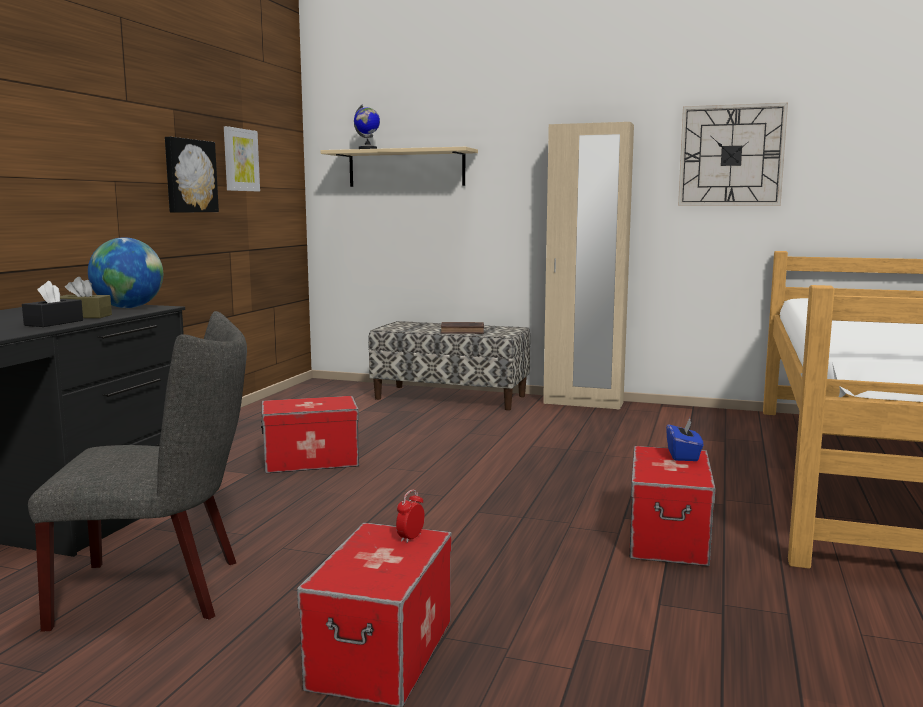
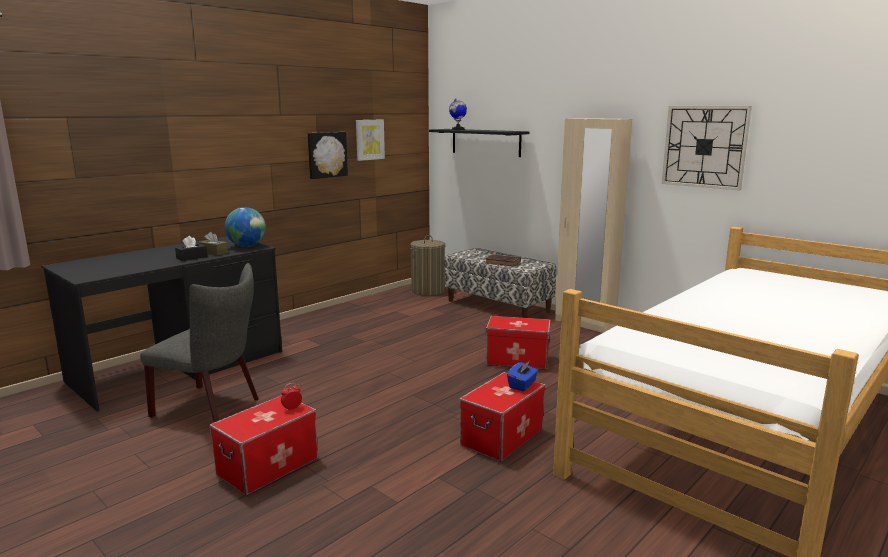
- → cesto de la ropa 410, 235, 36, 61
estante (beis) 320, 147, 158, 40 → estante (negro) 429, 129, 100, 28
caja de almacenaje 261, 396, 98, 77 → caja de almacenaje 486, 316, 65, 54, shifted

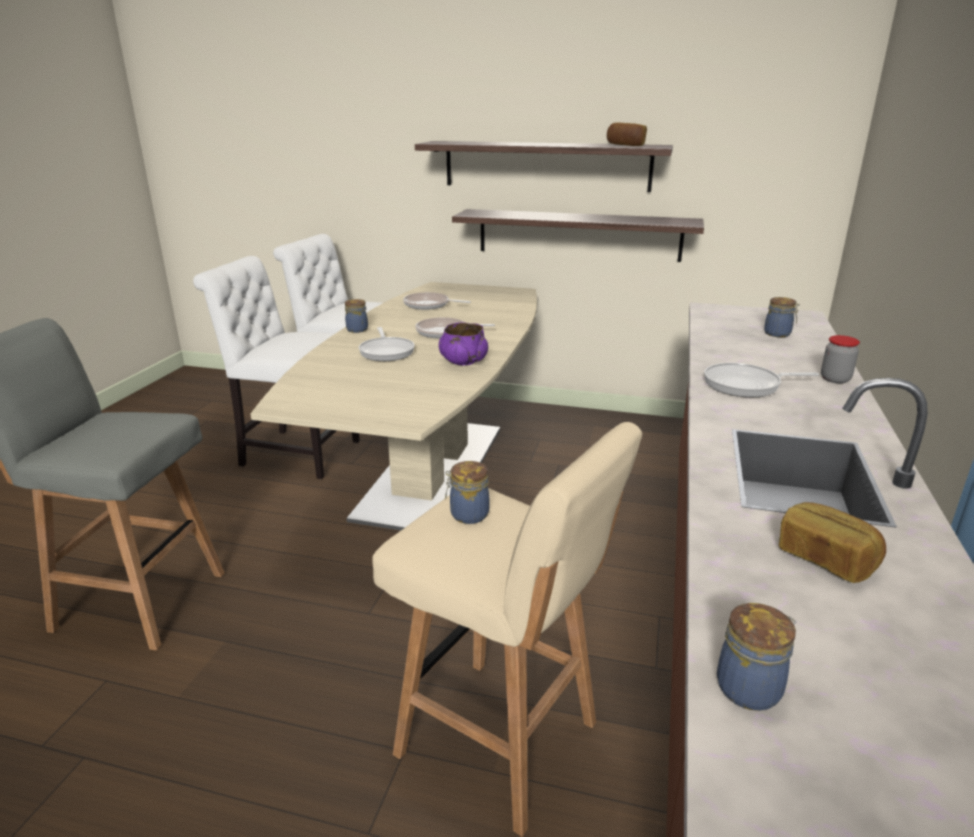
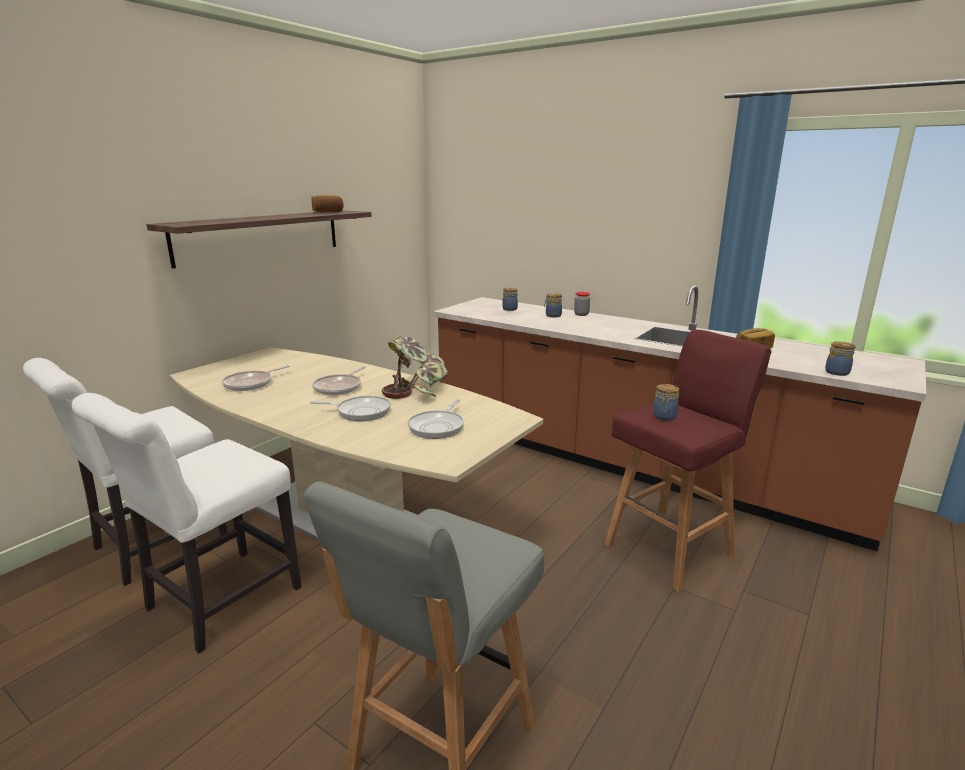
cuenco (morado) 439, 322, 49, 43 → planta en maceta 382, 336, 67, 63
sartén 704, 363, 115, 34 → sartén 408, 399, 56, 40, shifted
tarro 345, 299, 23, 34 → tarro 544, 293, 18, 24, shifted
taburete (beis) 372, 422, 270, 414 → taburete (rojo) 605, 329, 166, 263
estante 452, 209, 252, 53 → -

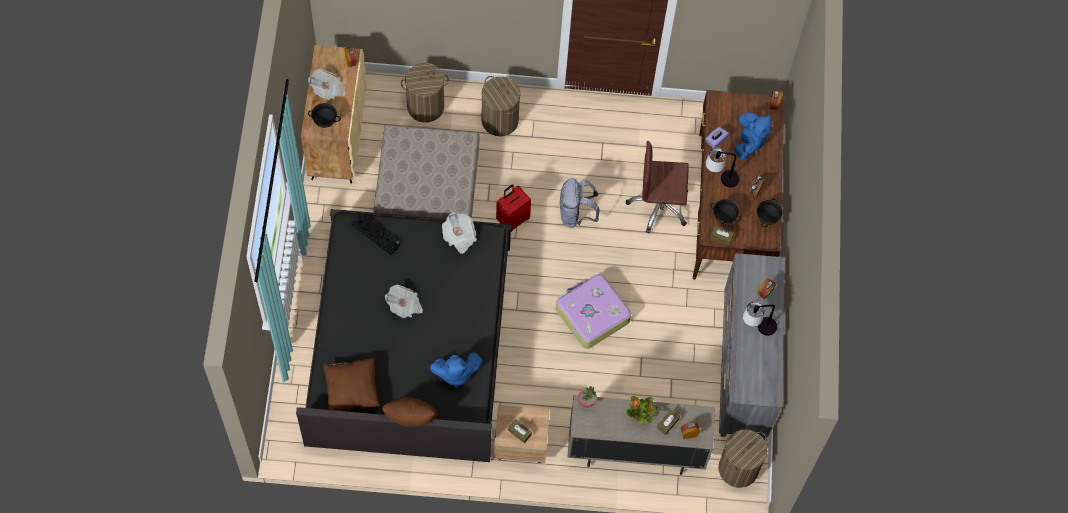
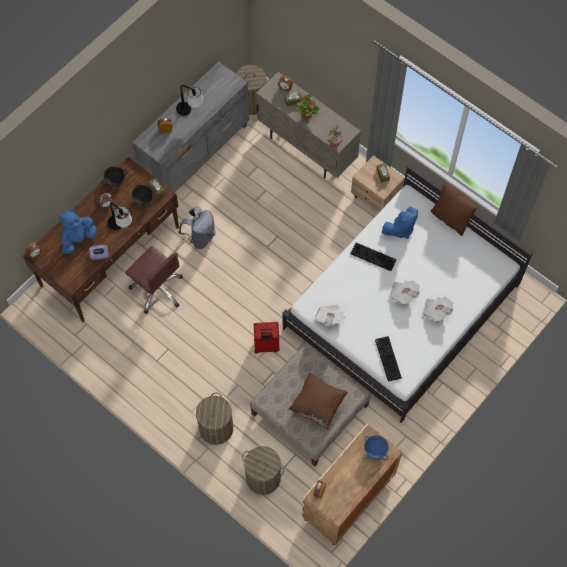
mochila (gris) 560, 178, 39, 50 → mochila (gris) 178, 206, 38, 43, shifted
cama (negro) 296, 209, 216, 253 → cama (blanco) 282, 163, 252, 260
cojín (marrón) 323, 358, 57, 53 → cojín (marrón) 288, 372, 60, 57, shifted
- → teclado 350, 243, 46, 28
cuenco (negro) 308, 103, 33, 25 → cuenco (azul) 364, 436, 24, 24
peluche (azul) 430, 352, 53, 36 → peluche (azul) 382, 207, 36, 32, 120 degrees clockwise
periódico 308, 69, 38, 31 → periódico 422, 297, 31, 24, shifted
maleta 556, 274, 75, 75 → -

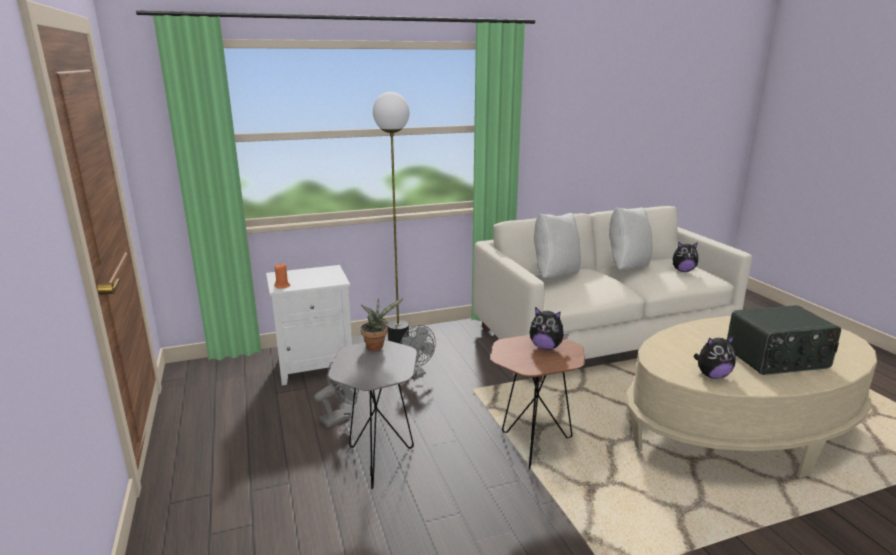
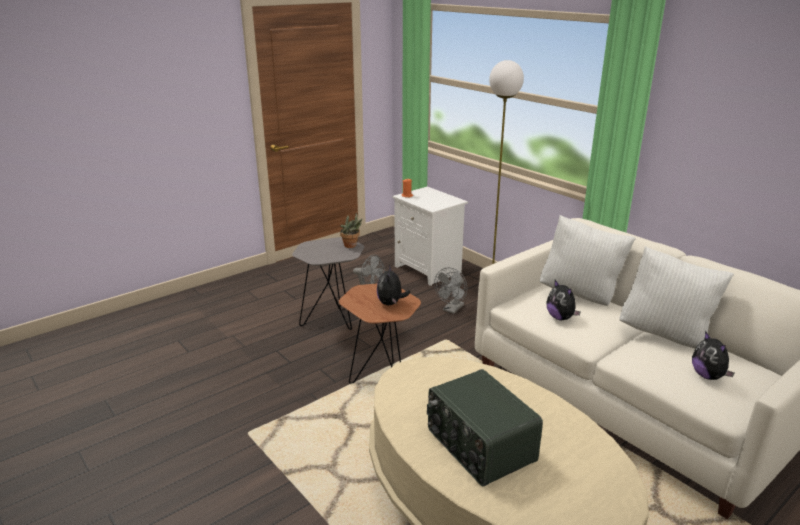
peluche 693, 336, 43, 43 → peluche 546, 280, 34, 40, shifted

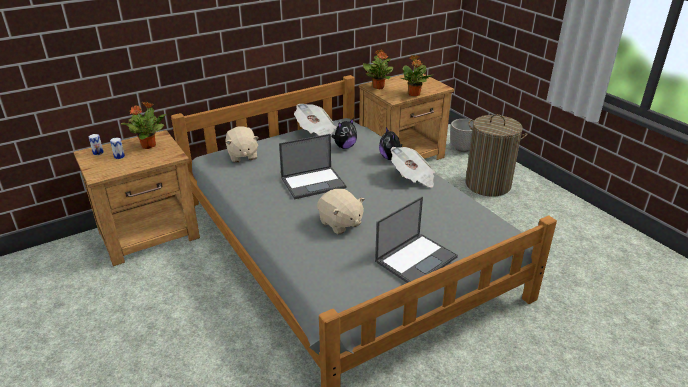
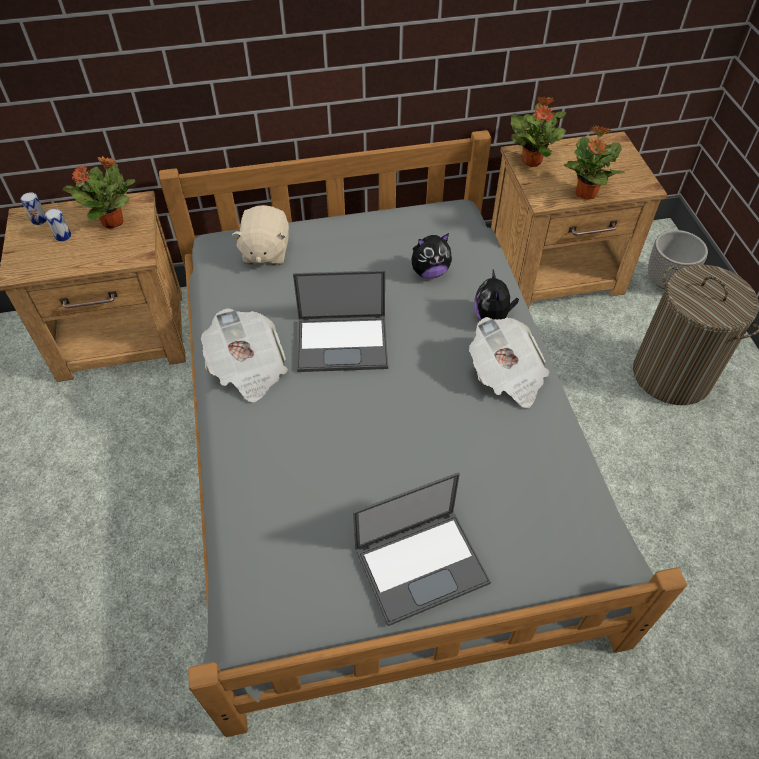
periódico 294, 104, 42, 32 → periódico 201, 308, 87, 94, shifted
peluche (beis) 317, 189, 48, 45 → -

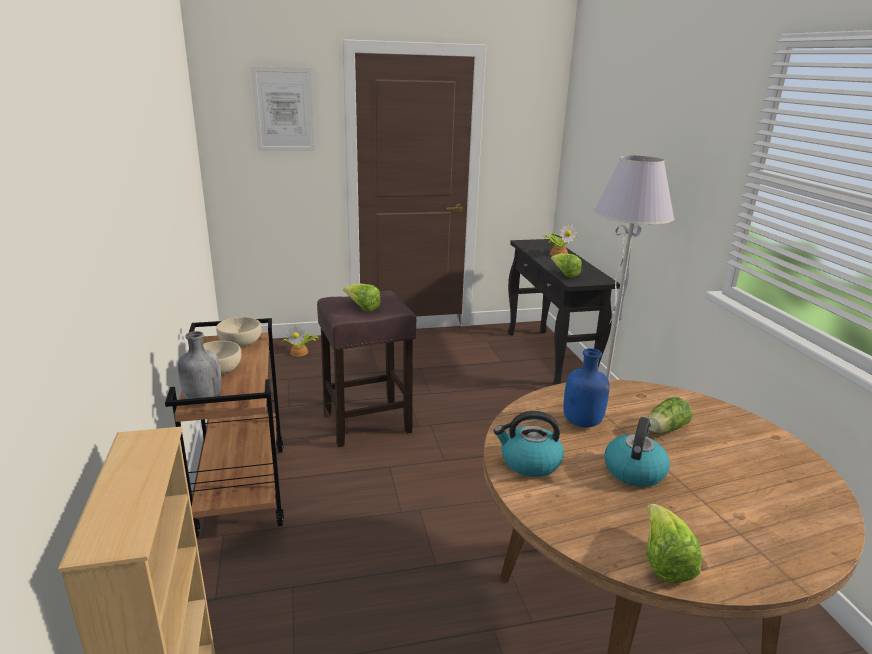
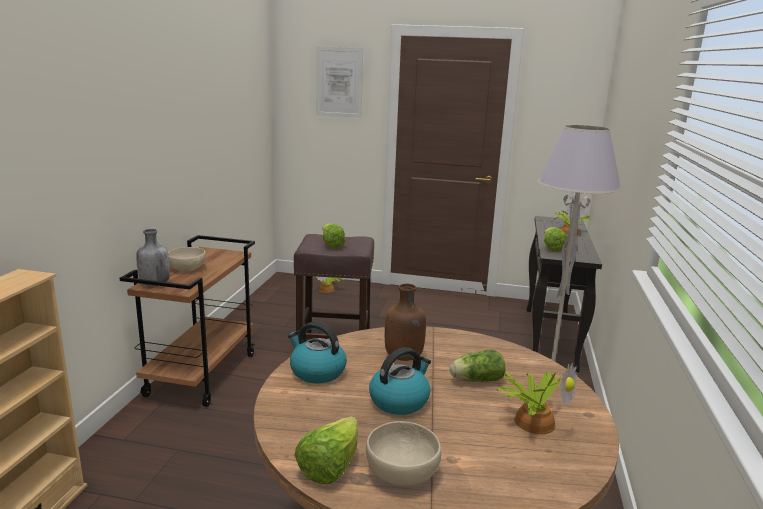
cuenco (beis) 216, 317, 46, 30 → cuenco (beis) 366, 421, 75, 65, shifted
botella (azul) 564, 348, 45, 79 → botella (marrón) 385, 284, 41, 77
- → planta en maceta 497, 363, 81, 71

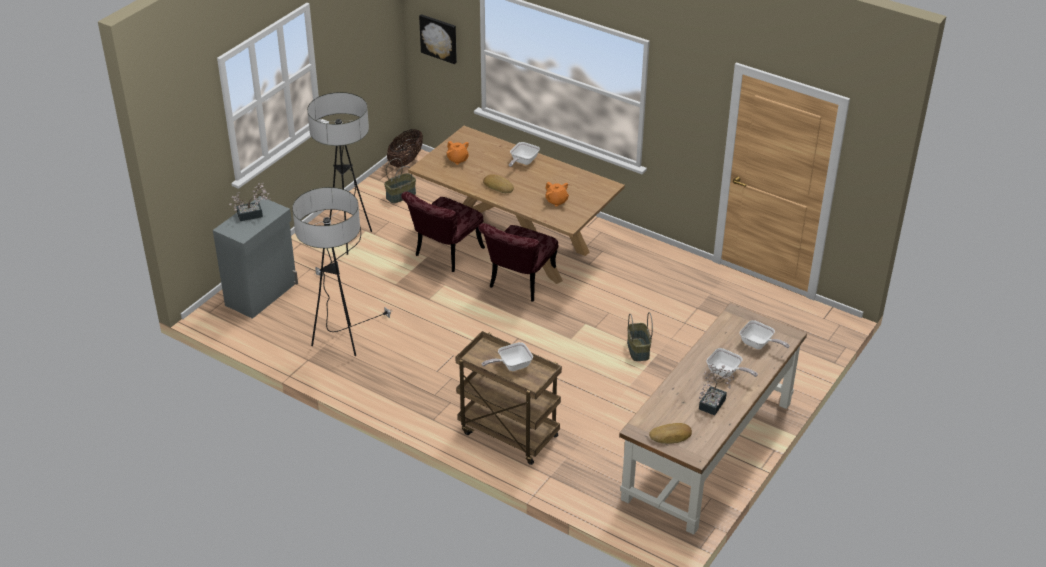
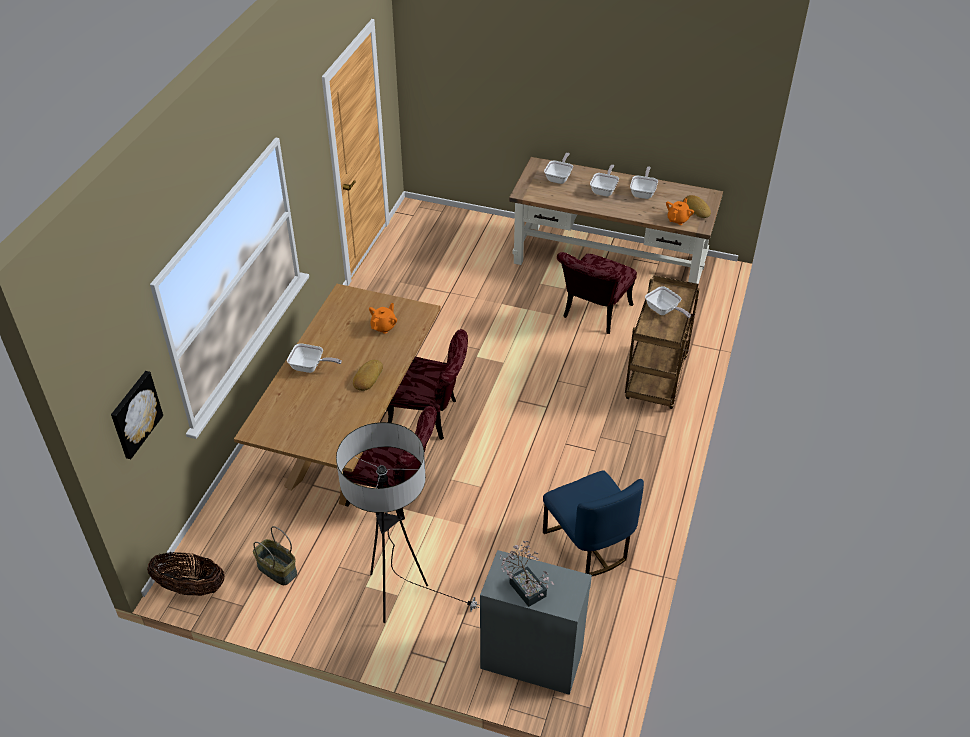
lámpara de pie 292, 187, 100, 169 → silla (azul) 543, 470, 101, 106
- → silla (rojo) 557, 252, 80, 82
planta en maceta 699, 364, 36, 51 → sartén 630, 167, 28, 32
tetera (naranja) 447, 141, 22, 24 → tetera (naranja) 666, 198, 28, 27, shifted
cesta 627, 312, 26, 49 → -

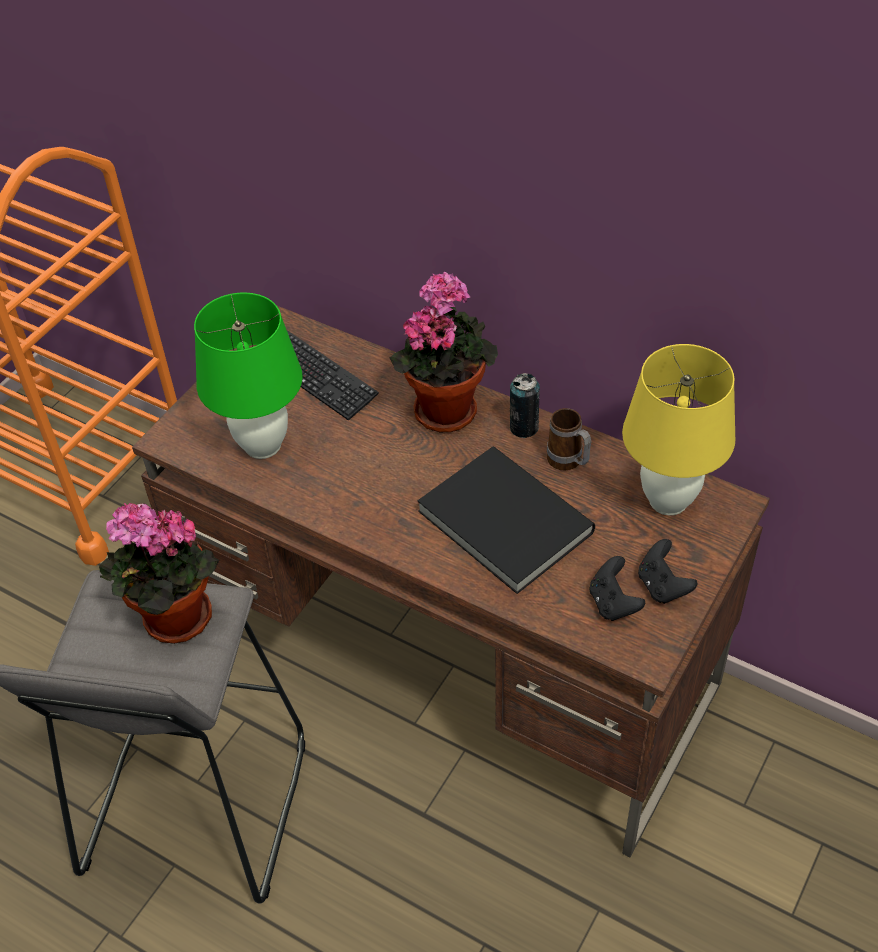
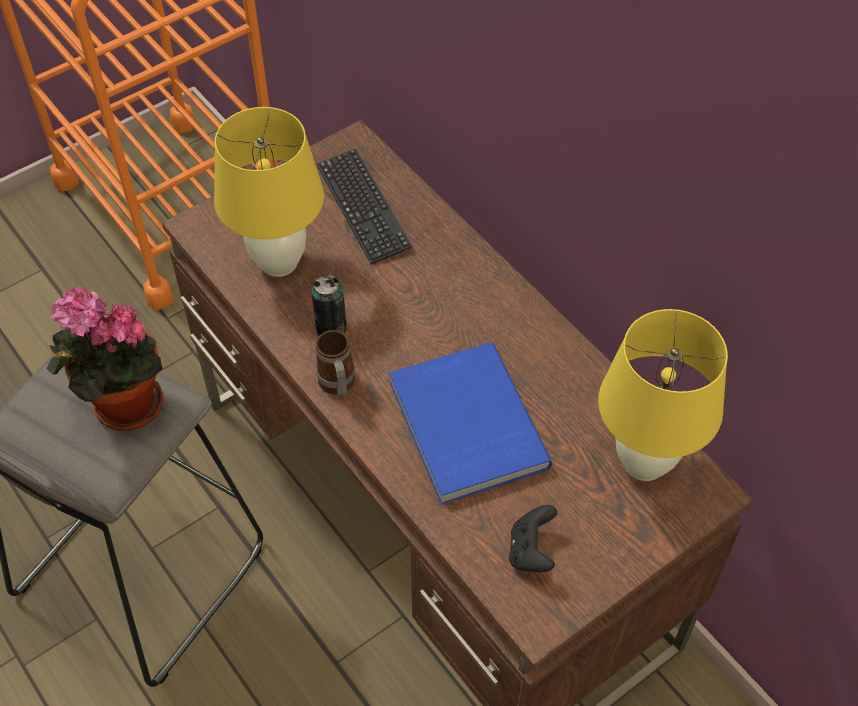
lámpara de mesa (verde) 194, 293, 109, 166 → lámpara de mesa (amarillo) 214, 107, 110, 170
lata 510, 373, 30, 65 → lata 311, 275, 36, 61, shifted
taza grande 547, 408, 44, 63 → taza grande 315, 330, 40, 66, shifted
libro (negro) 418, 447, 177, 147 → libro (azul) 389, 342, 163, 163
planta en maceta 389, 272, 109, 160 → -
mando de consola (negro) 638, 539, 59, 65 → -

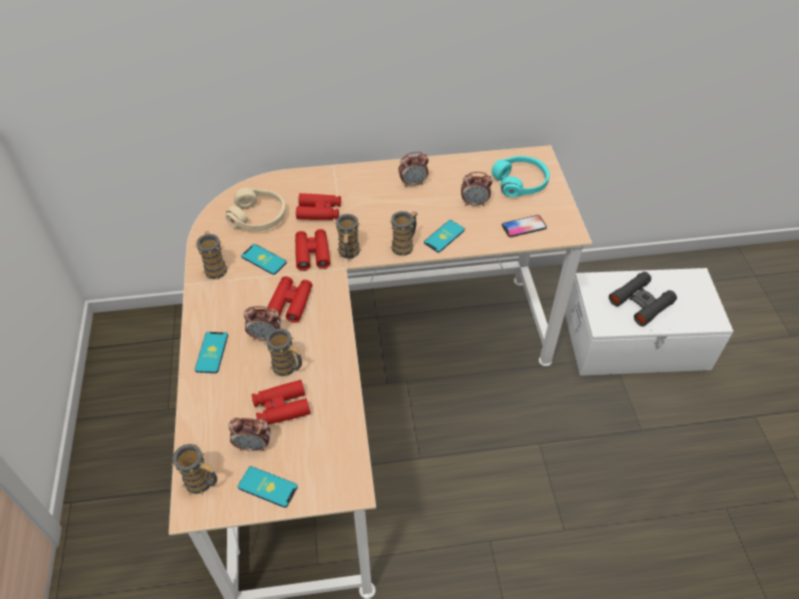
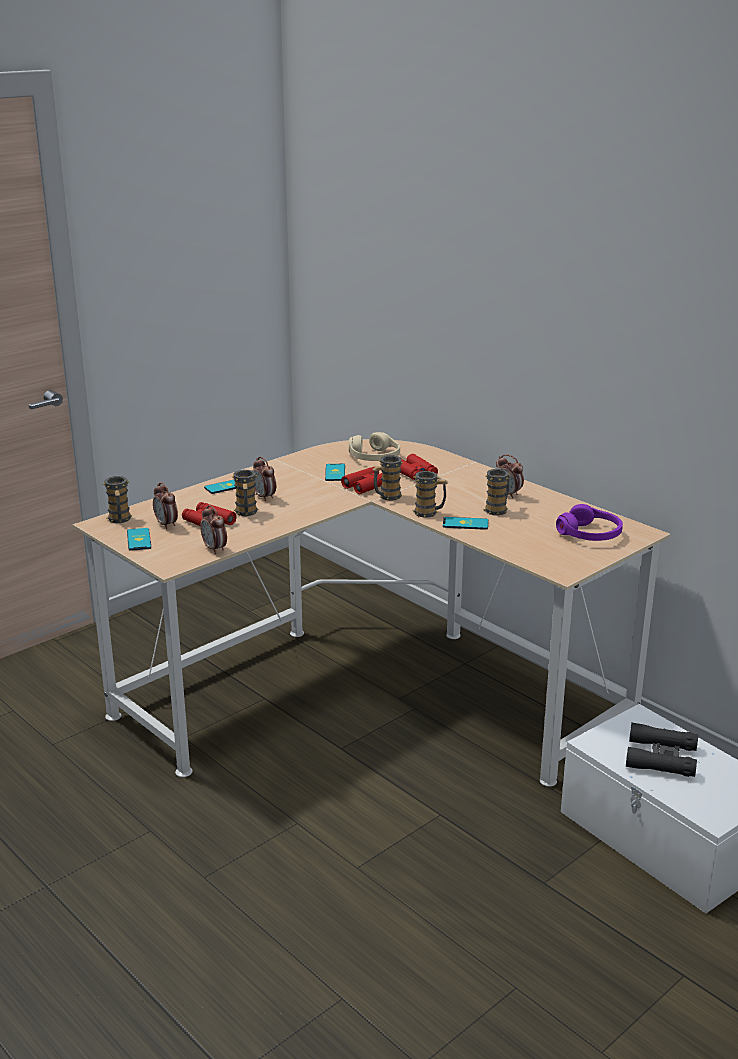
despertador 461, 172, 32, 34 → despertador 200, 505, 27, 49, shifted
taza grande 195, 231, 33, 48 → taza grande 484, 469, 27, 46, shifted
auriculares (turquesa) 492, 156, 58, 41 → auriculares (morado) 556, 504, 67, 37
prismáticos (rojo) 267, 276, 45, 47 → -
móvil 502, 215, 45, 22 → -

